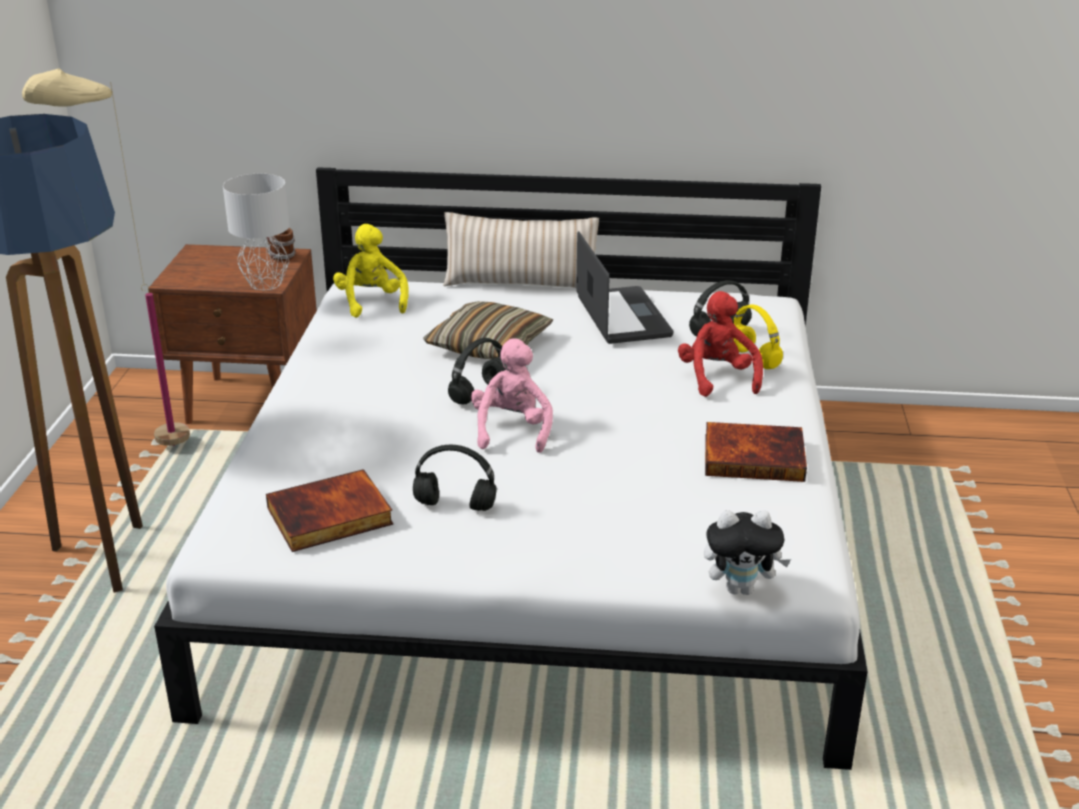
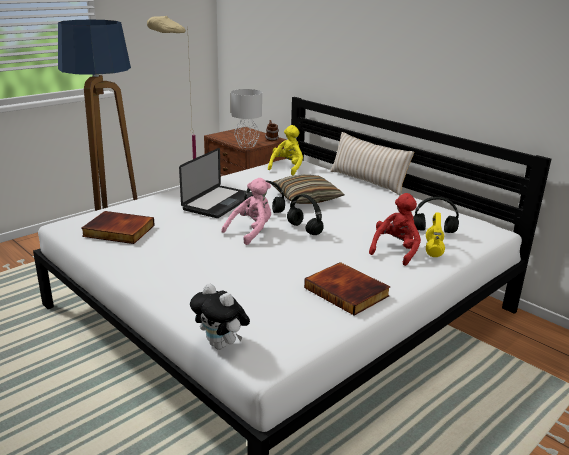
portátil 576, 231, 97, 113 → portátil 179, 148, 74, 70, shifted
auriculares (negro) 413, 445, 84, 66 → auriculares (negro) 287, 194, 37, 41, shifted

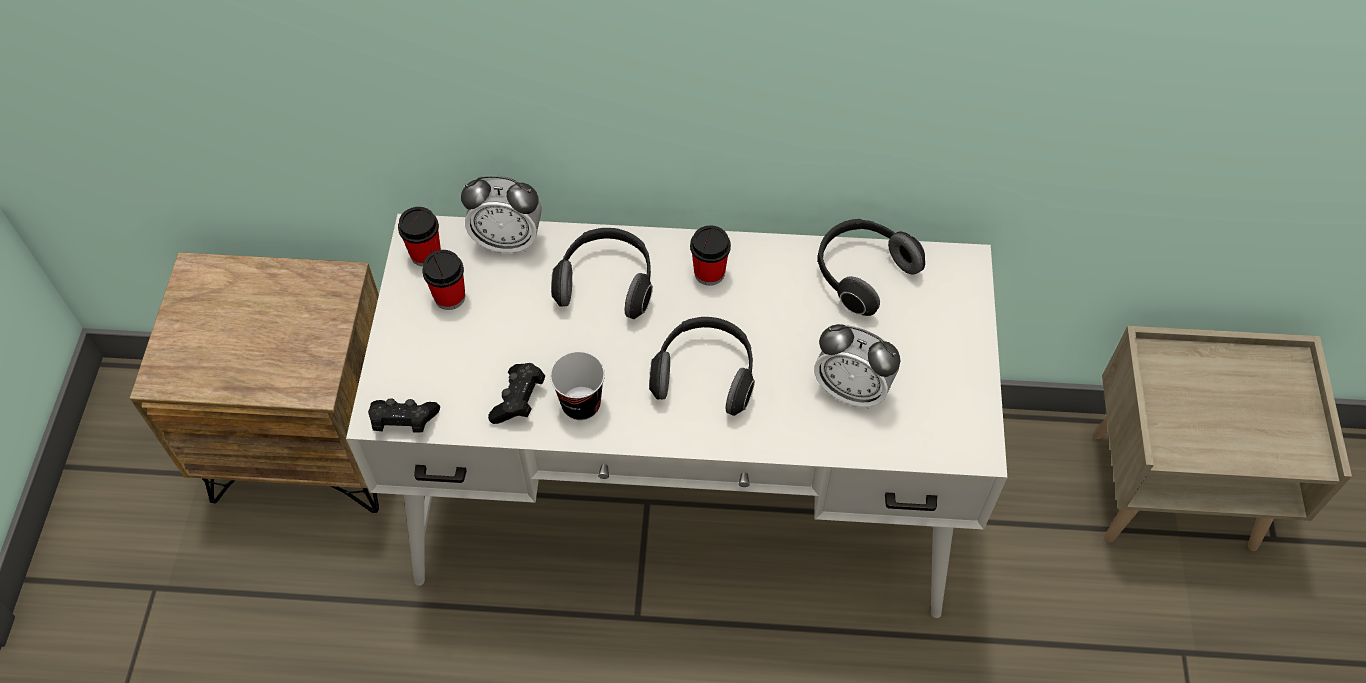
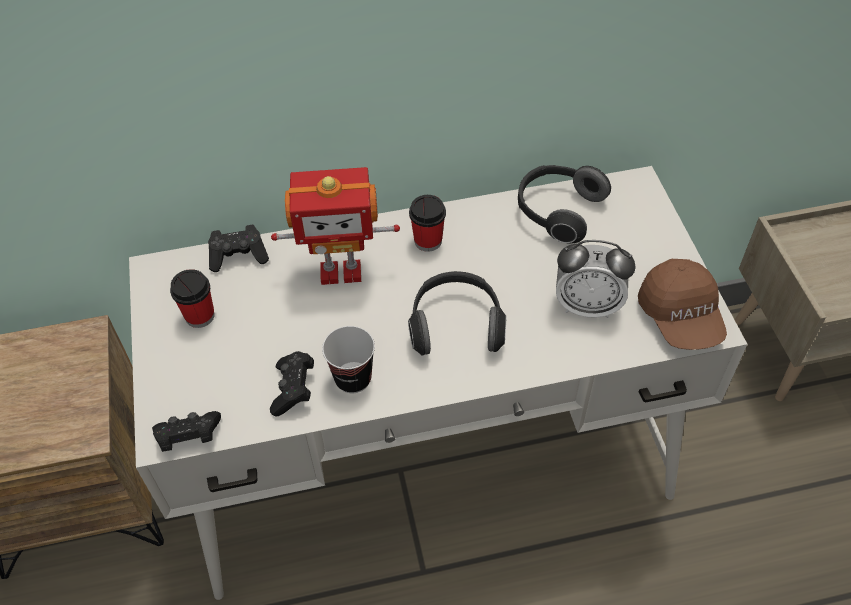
despertador 461, 175, 81, 78 → mando de consola (negro) 208, 225, 61, 47
auriculares 551, 228, 102, 91 → robot de juguete 271, 167, 129, 118
- → gorra (marrón) 638, 259, 89, 91
taza 398, 207, 43, 60 → -

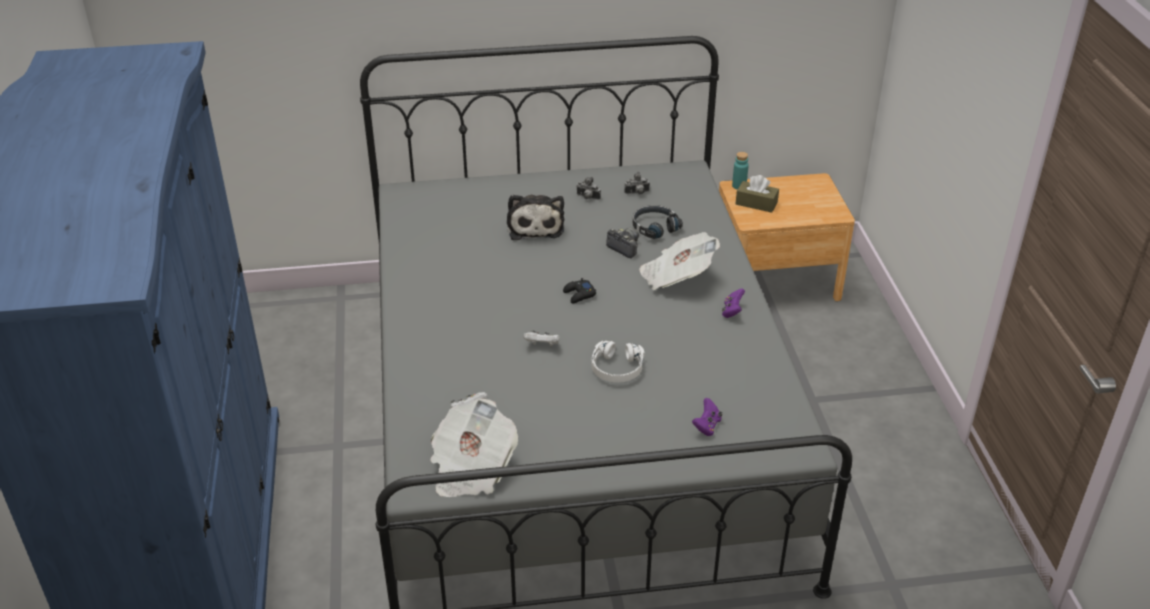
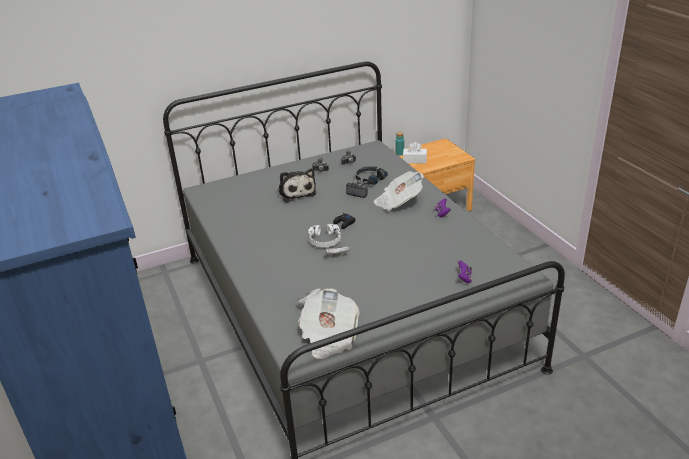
auriculares (blanco) 592, 341, 53, 42 → auriculares (blanco) 308, 224, 33, 23, shifted
caja de pañuelos (marrón) 736, 175, 43, 38 → caja de pañuelos (blanco) 403, 142, 24, 21

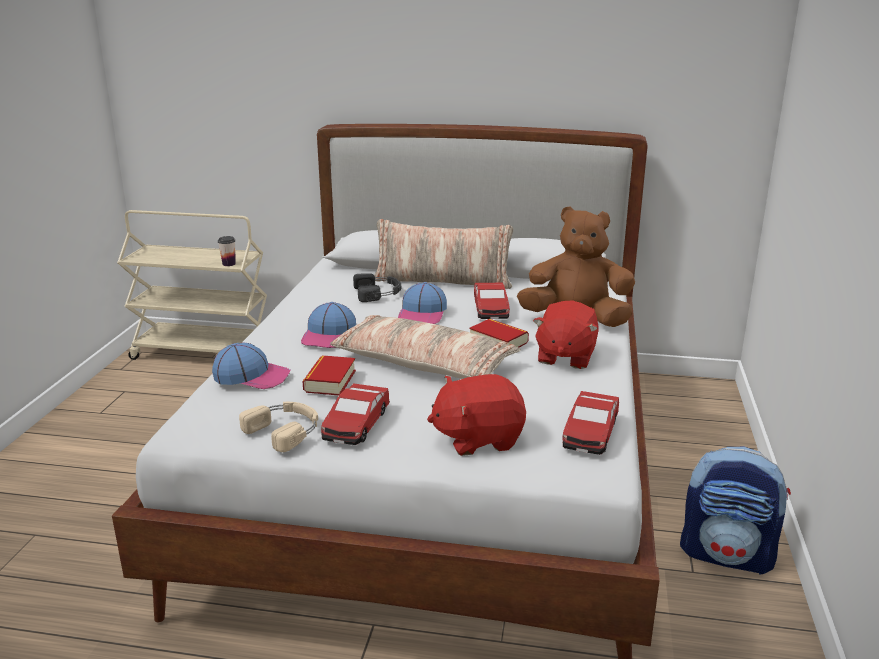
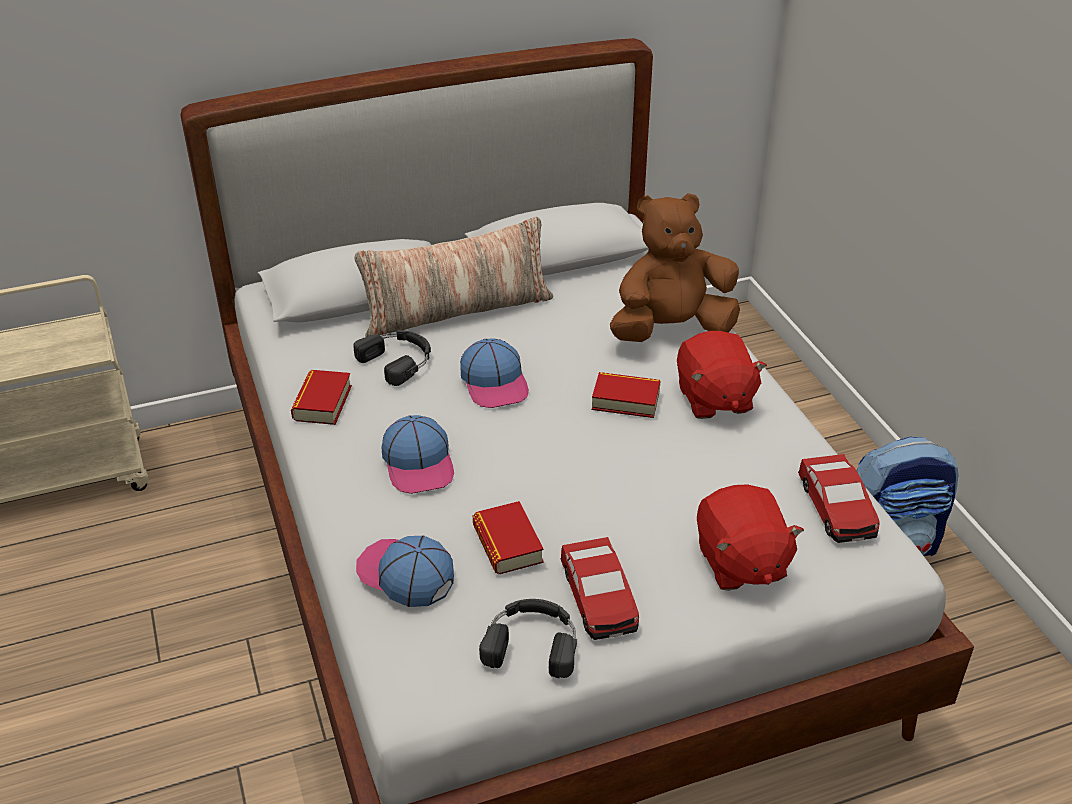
- → libro 291, 370, 61, 55
gorra 212, 343, 79, 46 → gorra 356, 535, 98, 72, 120 degrees counterclockwise
auriculares (beis) 239, 402, 79, 50 → auriculares (negro) 479, 599, 98, 79
peluche (rojo) 427, 374, 99, 82 → peluche (rojo) 697, 484, 107, 107, 60 degrees counterclockwise
taza 218, 236, 18, 30 → -
cojín 330, 315, 191, 64 → -
coche de juguete 474, 283, 36, 36 → -

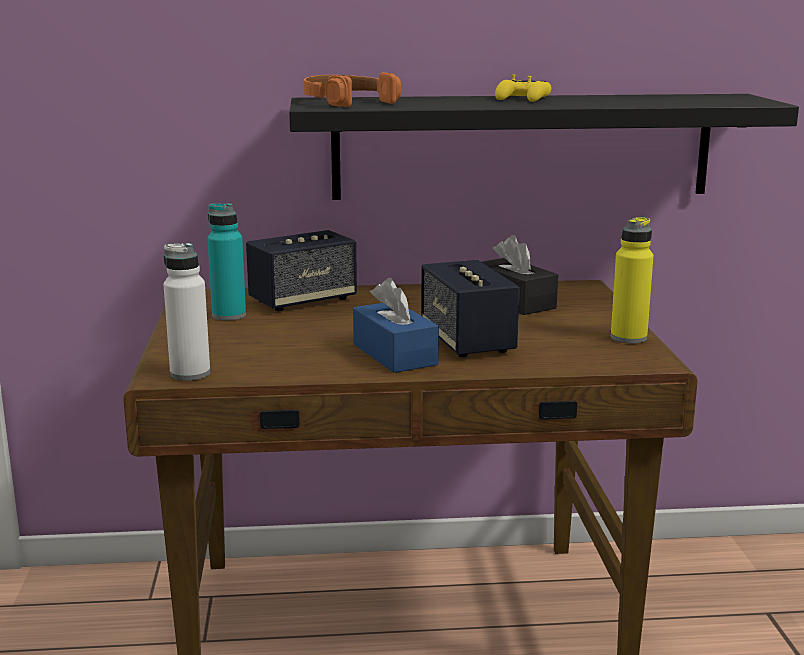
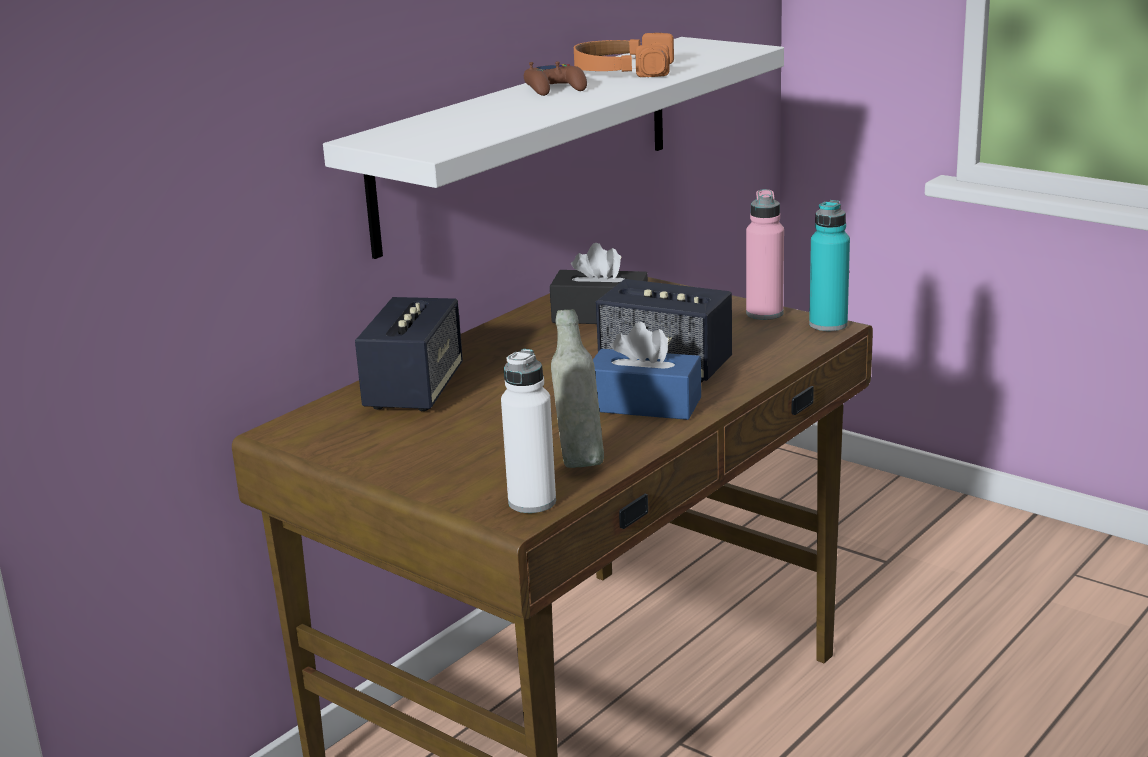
estante (negro) 289, 94, 510, 106 → estante (blanco) 323, 37, 461, 222
mando de consola (amarillo) 495, 74, 56, 28 → mando de consola (marrón) 524, 61, 63, 35
- → botella (gris) 551, 309, 53, 159
auriculares (naranja) 304, 72, 97, 35 → auriculares (naranja) 574, 33, 100, 44, shifted
botella (amarillo) 611, 217, 42, 126 → botella (rosa) 746, 189, 38, 131
botella (turquesa) 207, 203, 39, 117 → botella (turquesa) 809, 200, 41, 131, shifted

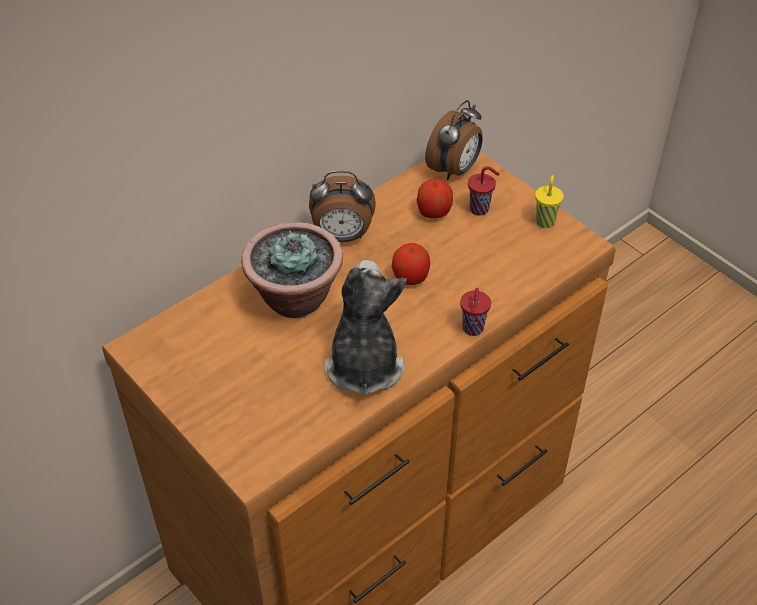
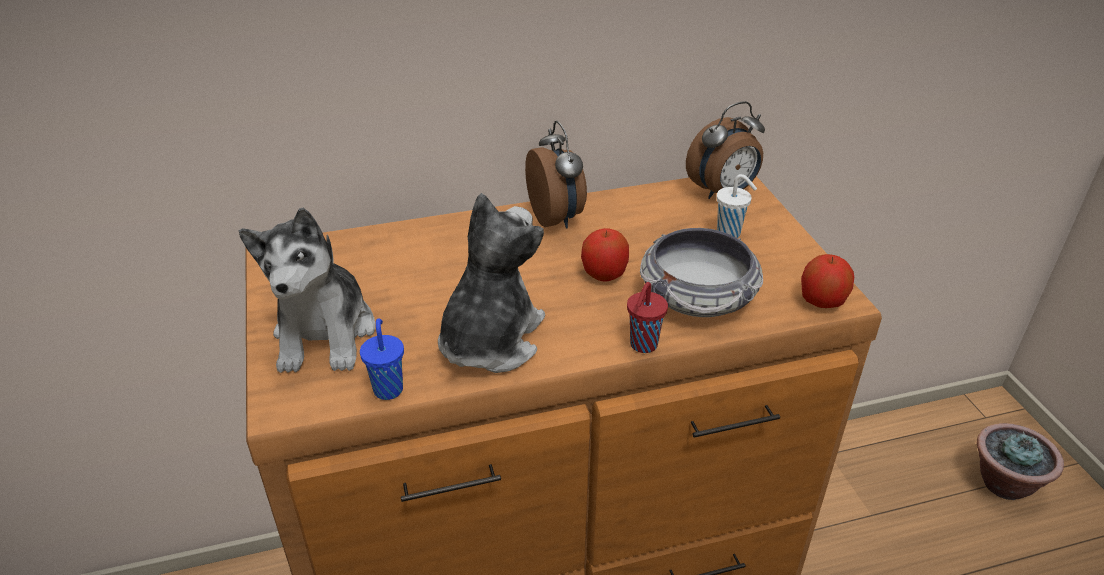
- → peluche 239, 207, 136, 166
- → taza (azul) 360, 318, 44, 82
despertador 309, 171, 66, 71 → despertador 525, 121, 62, 108, 135 degrees counterclockwise
- → cuenco 640, 228, 123, 89
taza (rojo) 468, 166, 31, 50 → taza (blanco) 716, 174, 41, 64
manzana 416, 179, 37, 39 → manzana 801, 254, 53, 54, shifted
planta en maceta 241, 222, 102, 96 → planta en maceta 977, 423, 87, 77, shifted
taza (amarillo) 535, 175, 29, 53 → -

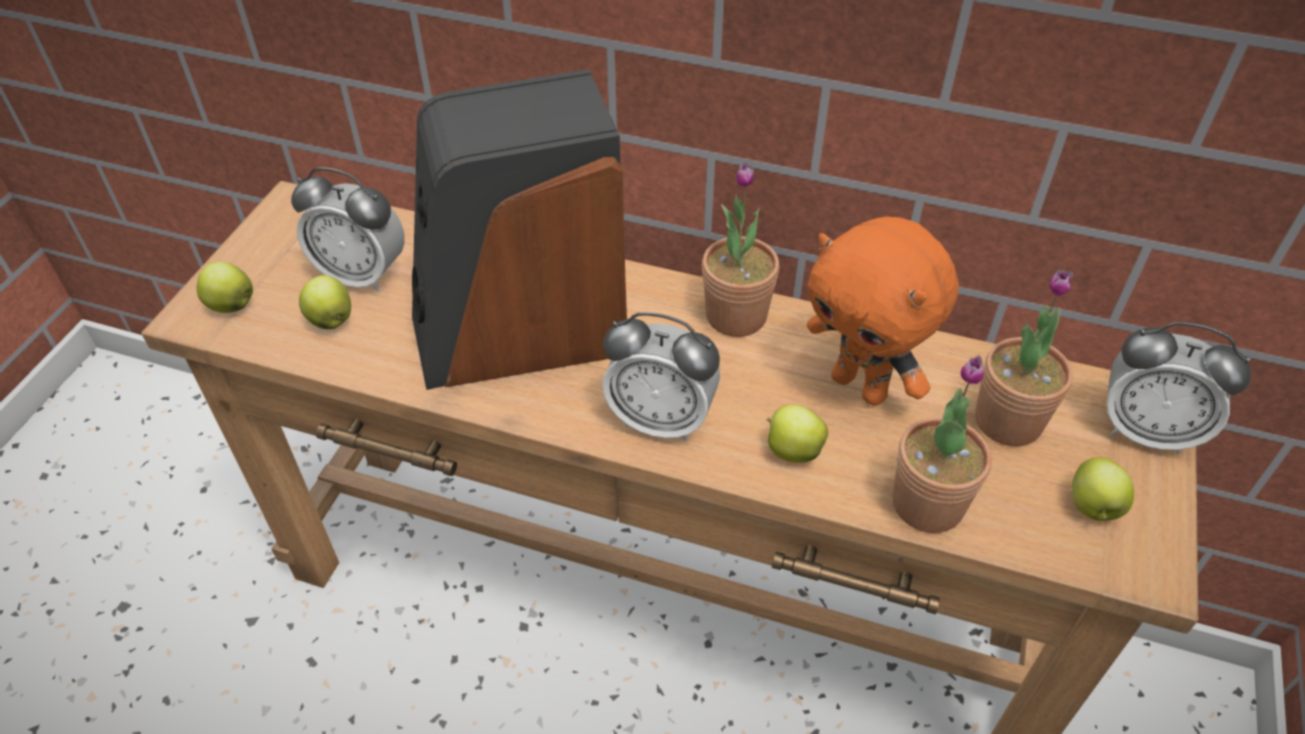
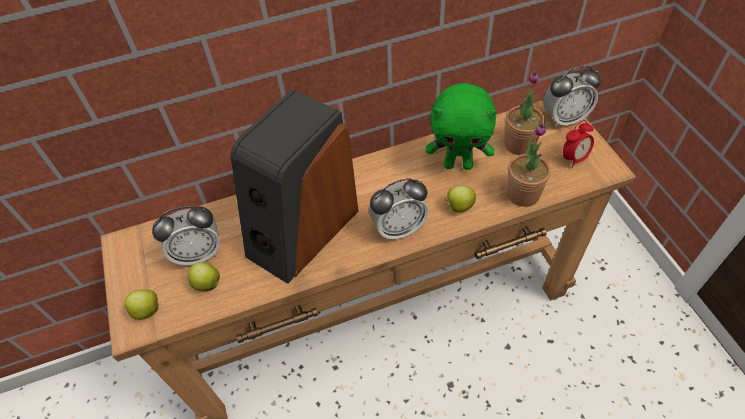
peluche (naranja) 807, 217, 152, 189 → peluche (verde) 426, 83, 71, 87
manzana 1072, 458, 62, 63 → despertador 563, 120, 31, 48
planta en maceta 702, 161, 77, 176 → -

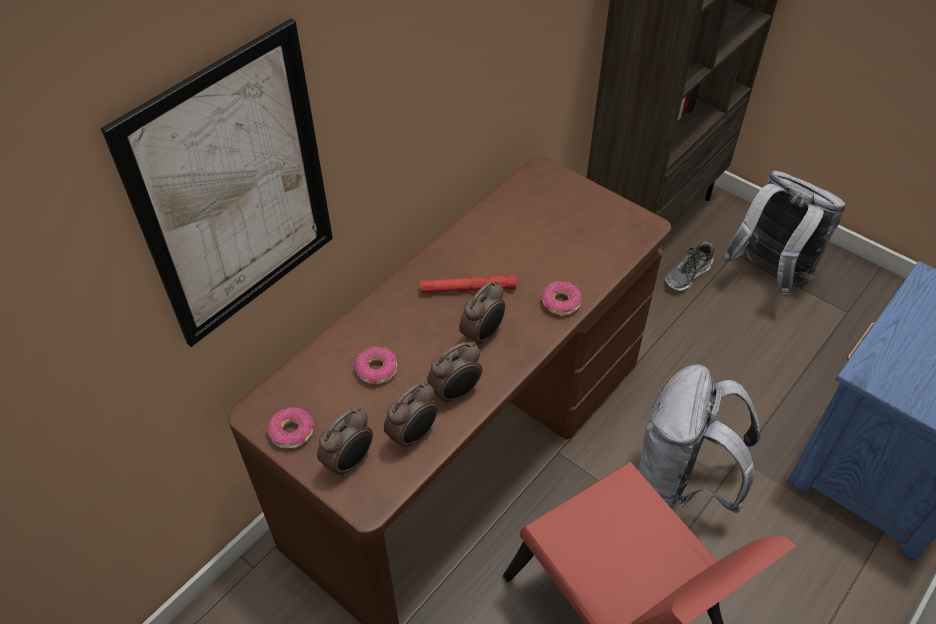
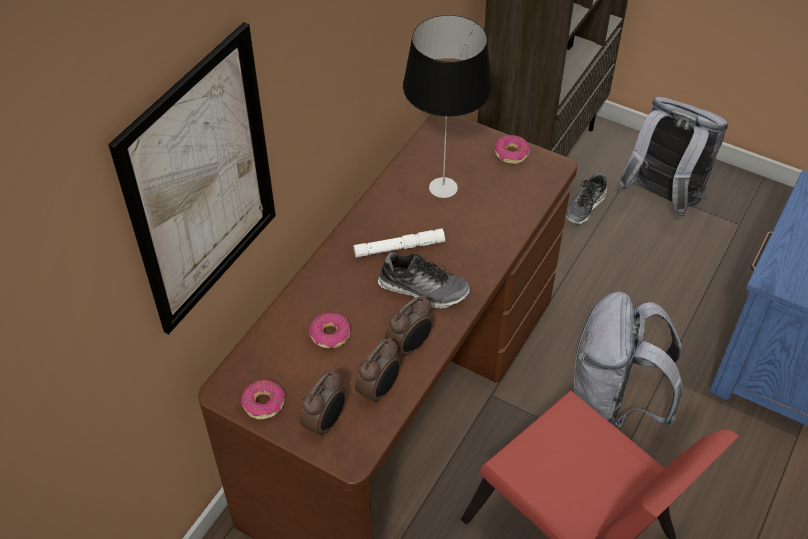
linterna (rojo) 420, 275, 96, 19 → linterna (blanco) 354, 229, 91, 29
despertador 459, 281, 46, 67 → zapato 378, 252, 92, 57
- → lámpara de mesa 403, 15, 89, 183
rosquilla 541, 281, 42, 35 → rosquilla 494, 135, 36, 29, shifted

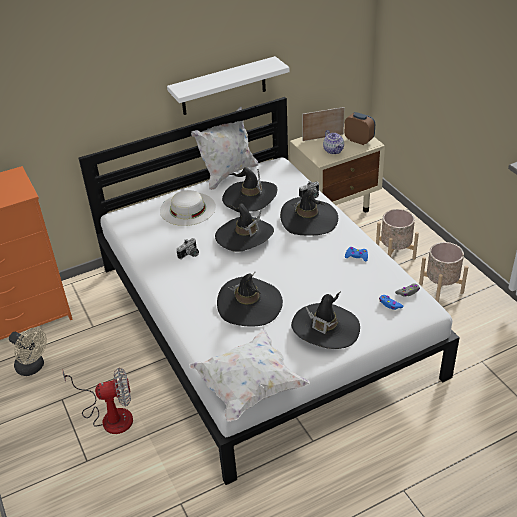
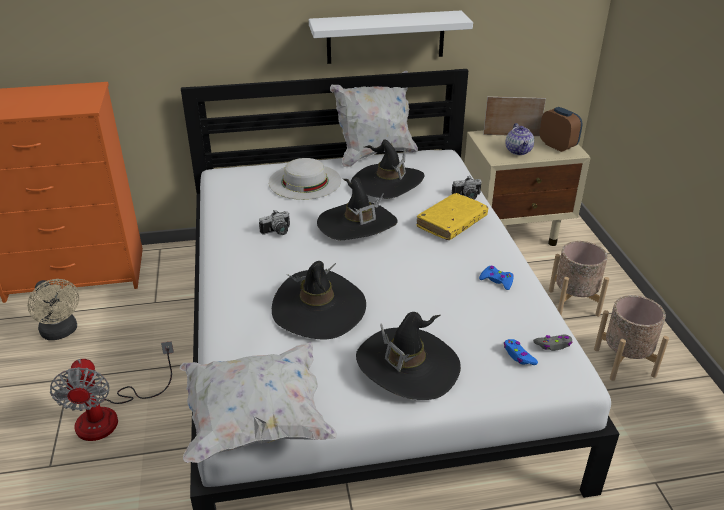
ventilador 63, 368, 70, 66 → ventilador 50, 341, 124, 100, 75 degrees clockwise
sombrero (negro) 280, 189, 58, 46 → libro (amarillo) 417, 193, 71, 47

